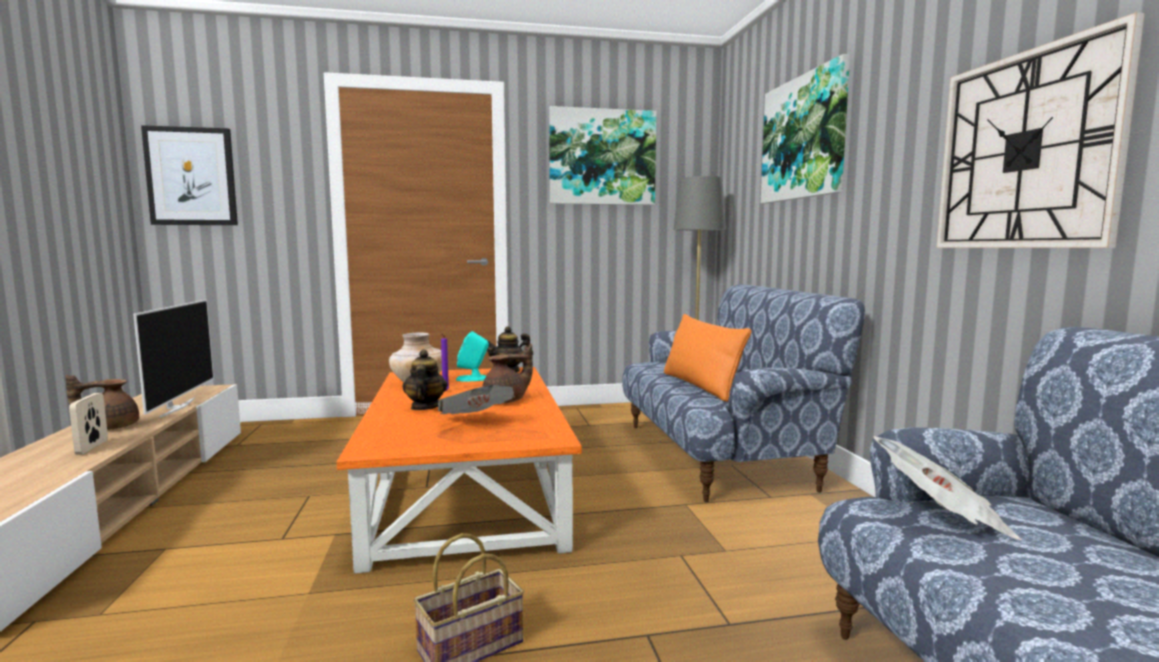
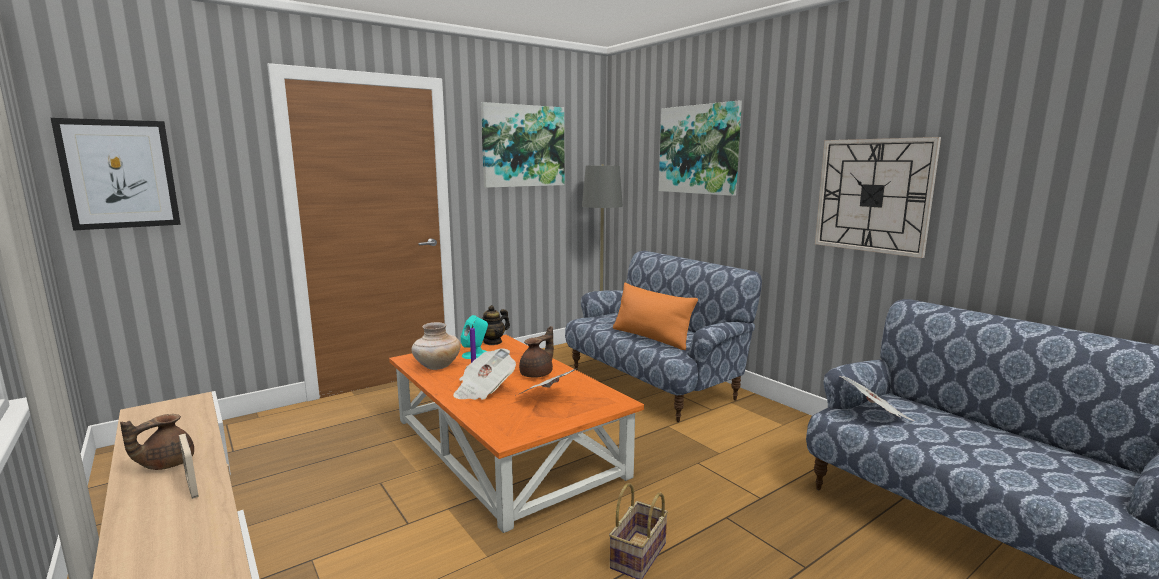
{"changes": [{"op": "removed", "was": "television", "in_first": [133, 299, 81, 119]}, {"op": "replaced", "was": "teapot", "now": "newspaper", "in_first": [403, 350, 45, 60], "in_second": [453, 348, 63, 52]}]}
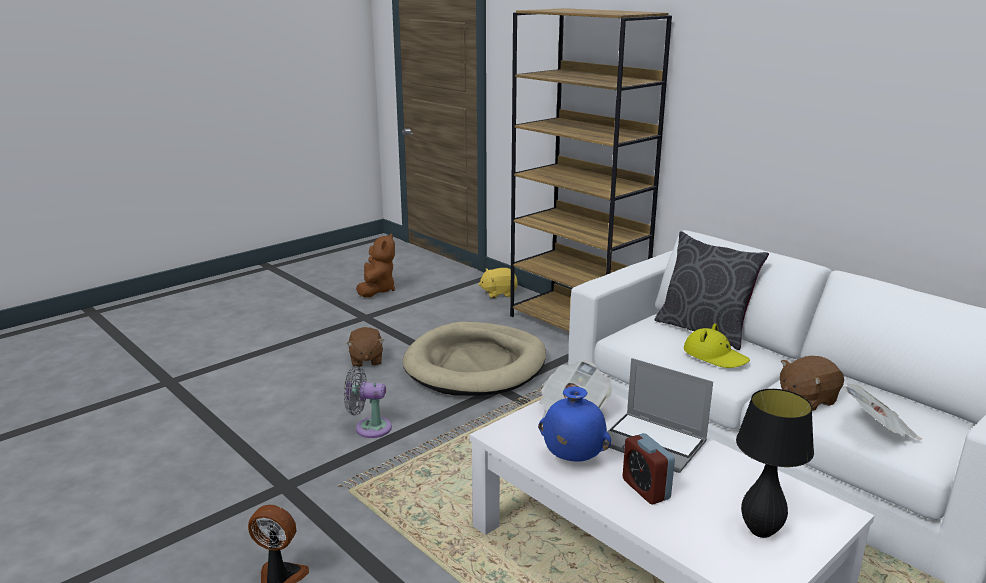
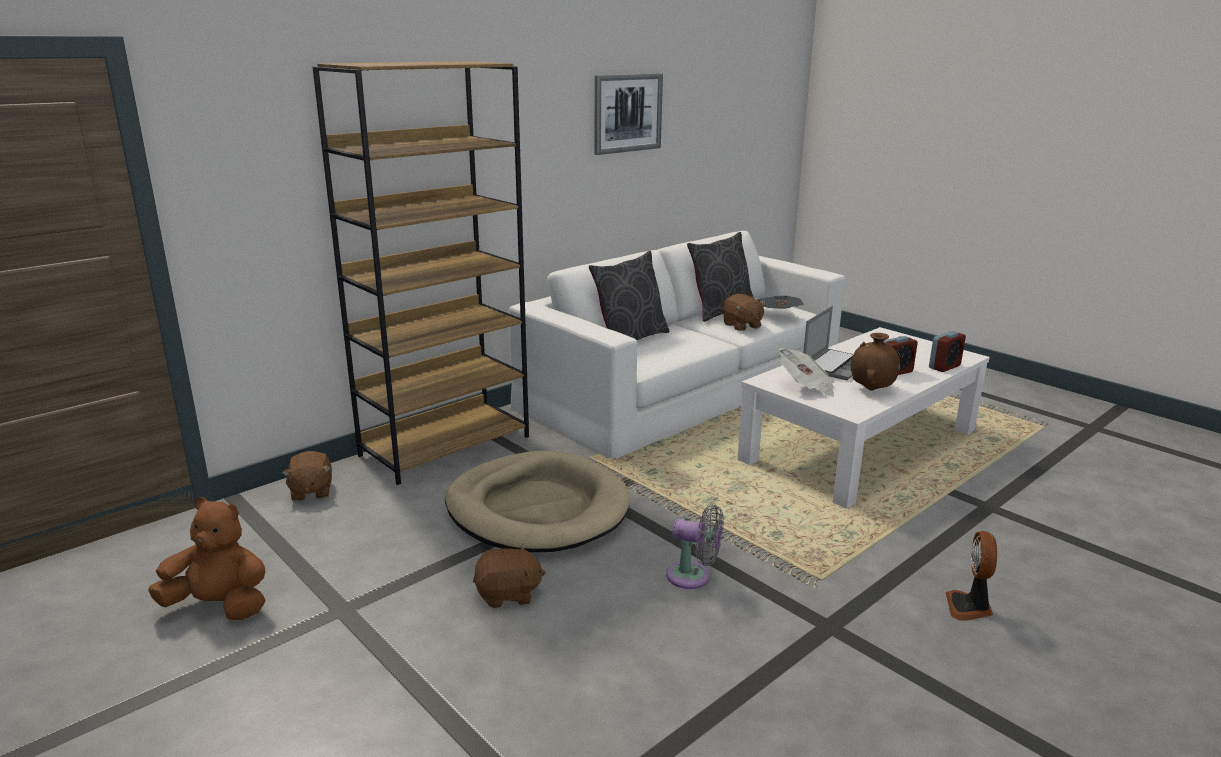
{"changes": [{"op": "removed", "was": "yellow hat", "in_first": [684, 323, 66, 45]}, {"op": "removed", "was": "black table lamp", "in_first": [736, 389, 78, 149]}, {"op": "added", "now": "picture", "in_second": [595, 74, 68, 81]}, {"op": "added", "now": "grey pillow", "in_second": [687, 232, 66, 90]}, {"op": "added", "now": "alarm clock", "in_second": [929, 331, 37, 41]}, {"op": "recoloured", "was": "yellow plush toy", "now": "brown plush toy", "in_first": [478, 268, 39, 30], "in_second": [282, 451, 50, 50]}, {"op": "recoloured", "was": "blue vase", "now": "brown vase", "in_first": [538, 387, 73, 75], "in_second": [851, 333, 49, 58]}, {"op": "turned", "was": "grey fan", "in_first": [344, 366, 48, 72], "in_second": [666, 505, 58, 84], "clockwise": -75}]}
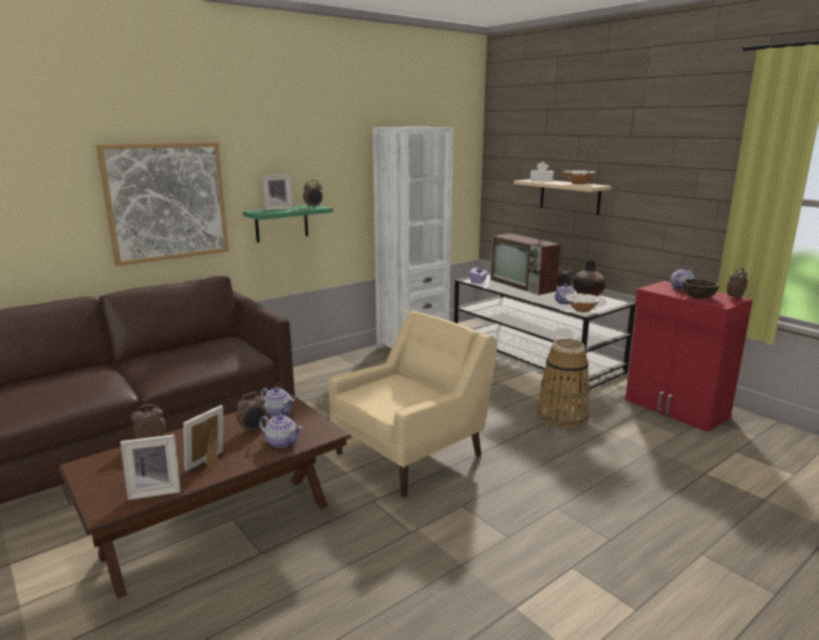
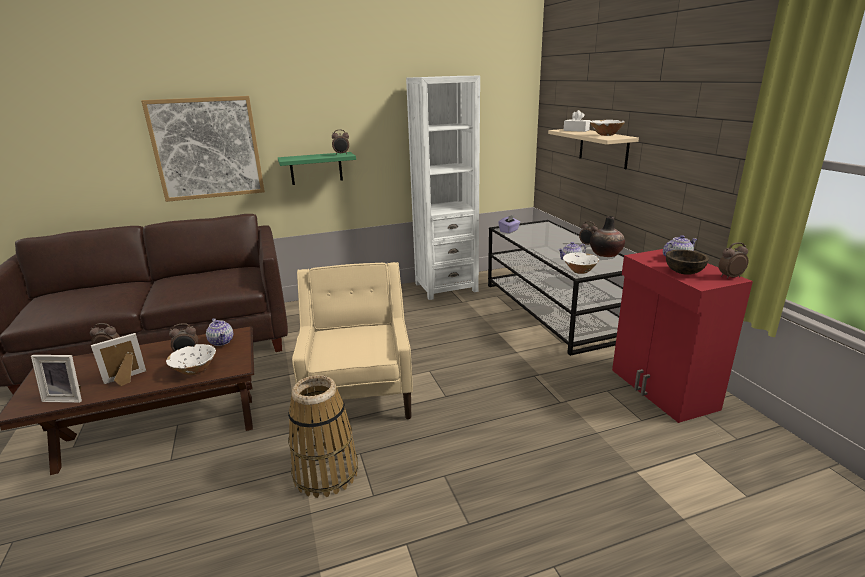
{"changes": [{"op": "removed", "was": "picture frame", "in_first": [262, 174, 31, 36]}, {"op": "removed", "was": "television", "in_first": [490, 233, 71, 62]}, {"op": "moved", "was": "basket", "in_first": [537, 339, 53, 91], "in_second": [288, 375, 70, 123]}, {"op": "replaced", "was": "teapot", "now": "white bowl", "in_first": [259, 415, 43, 33], "in_second": [166, 344, 50, 31]}, {"op": "turned", "was": "beige armchair", "in_first": [329, 311, 168, 186], "in_second": [292, 262, 121, 167], "clockwise": -75}]}
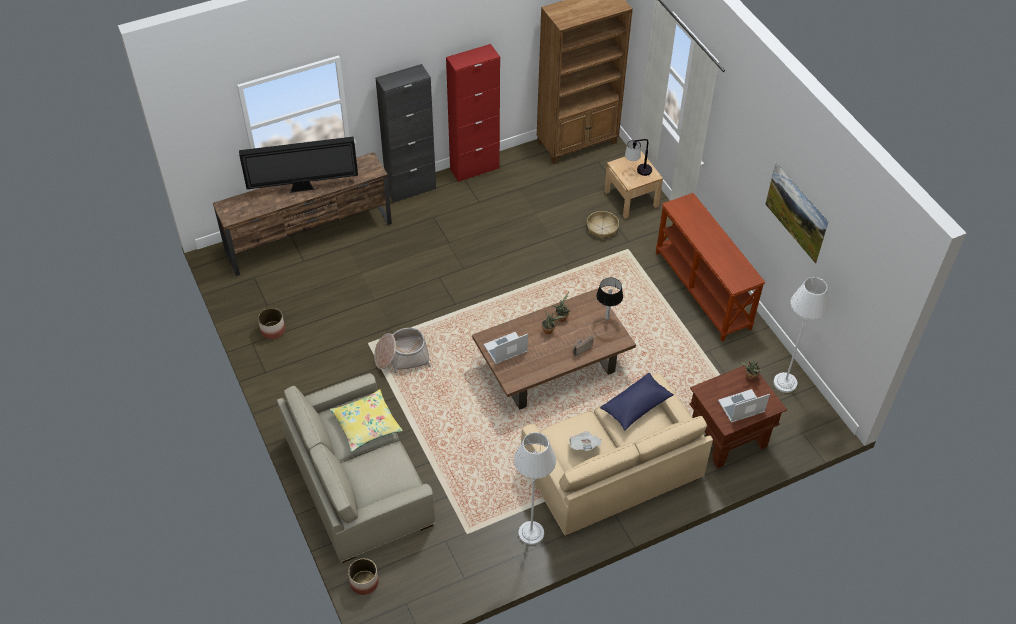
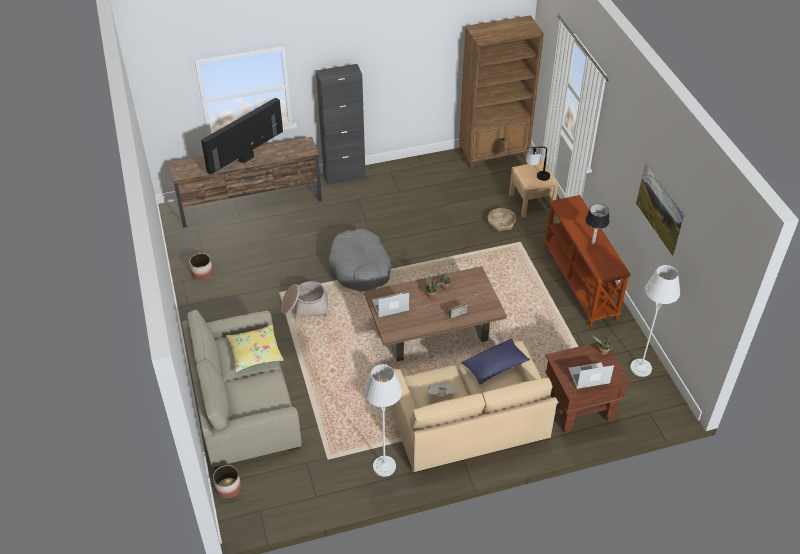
{"changes": [{"op": "removed", "was": "red cabinet", "in_first": [446, 44, 54, 138]}, {"op": "added", "now": "grey dog bed", "in_second": [328, 229, 64, 62]}, {"op": "moved", "was": "table lamp", "in_first": [596, 277, 27, 43], "in_second": [585, 204, 24, 40]}, {"op": "turned", "was": "television", "in_first": [239, 137, 119, 56], "in_second": [201, 98, 82, 77], "clockwise": 135}]}
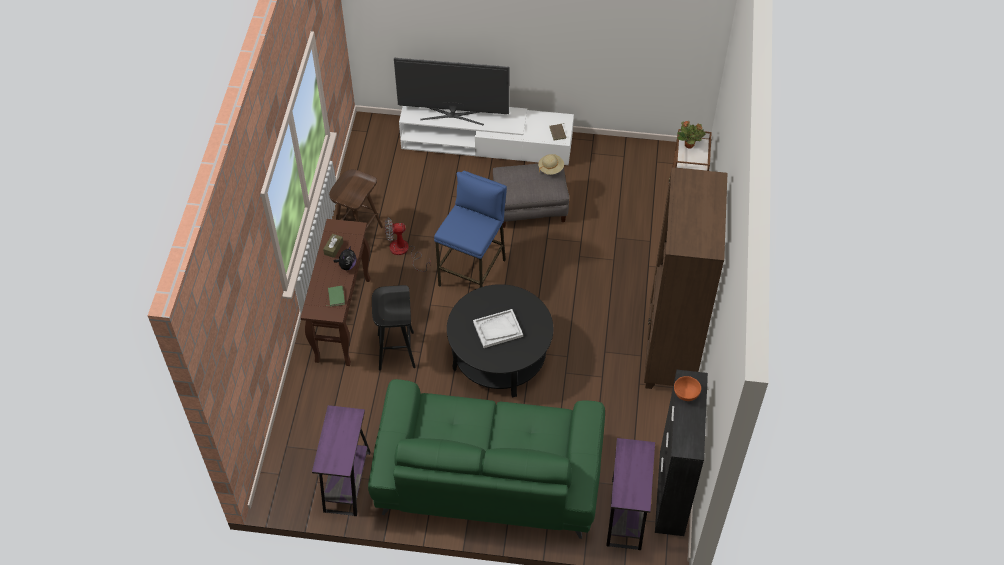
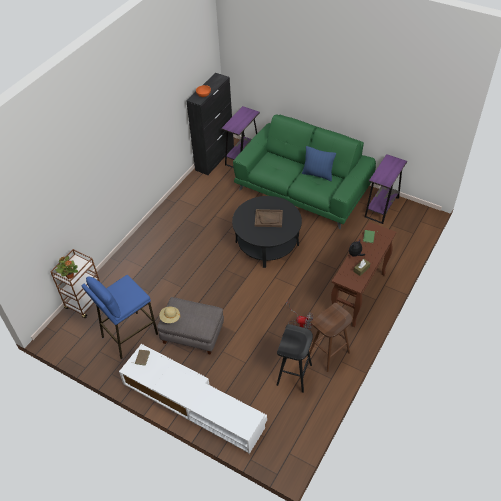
{"changes": [{"op": "removed", "was": "television", "in_first": [394, 58, 115, 67]}, {"op": "removed", "was": "brown bookcase", "in_first": [644, 168, 83, 221]}, {"op": "added", "now": "blue pillow", "in_second": [302, 146, 34, 35]}, {"op": "moved", "was": "black stool", "in_first": [372, 285, 43, 85], "in_second": [277, 324, 36, 69]}, {"op": "moved", "was": "blue stool", "in_first": [434, 171, 73, 116], "in_second": [82, 275, 76, 84]}, {"op": "recoloured", "was": "white tray", "now": "brown tray", "in_first": [473, 309, 50, 39], "in_second": [255, 209, 28, 18]}]}
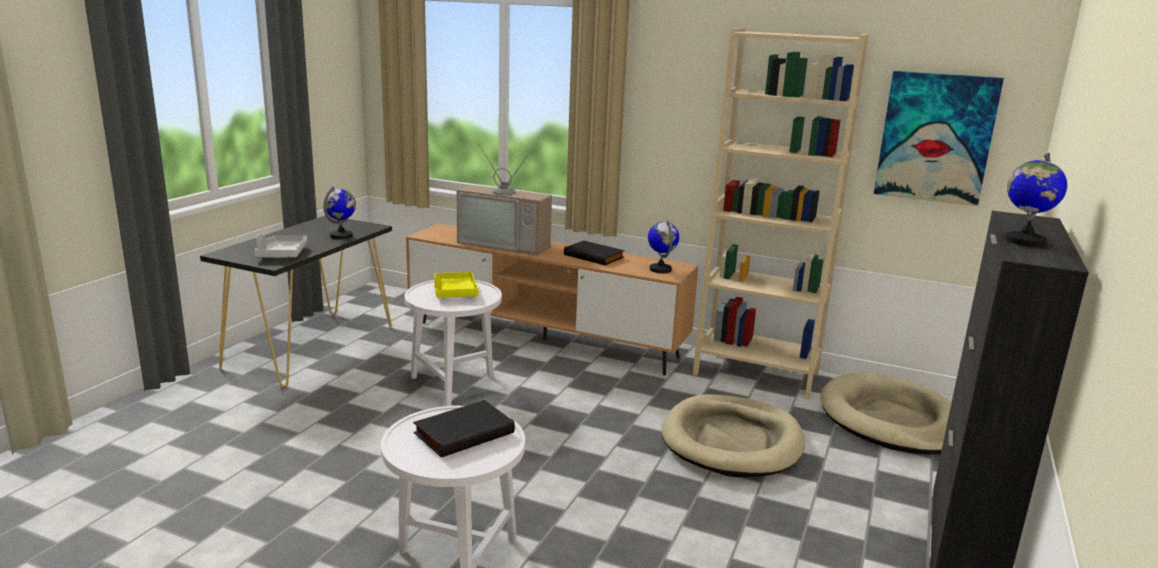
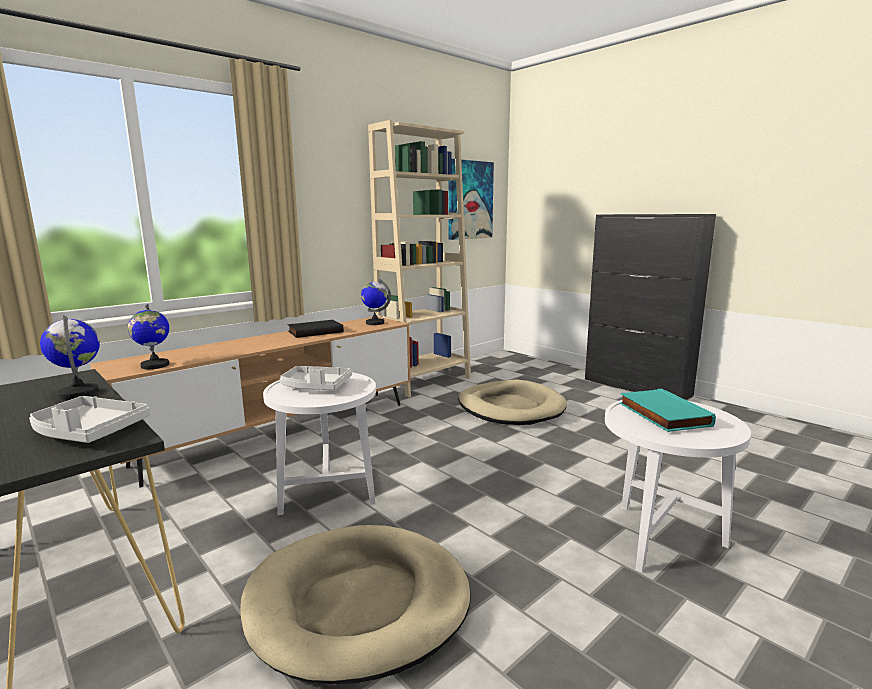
{"changes": [{"op": "removed", "was": "television", "in_first": [457, 145, 95, 111]}, {"op": "moved", "was": "beige dog bed", "in_first": [821, 373, 131, 82], "in_second": [240, 525, 231, 159]}, {"op": "moved", "was": "globe", "in_first": [1006, 153, 61, 94], "in_second": [128, 304, 41, 65]}, {"op": "recoloured", "was": "black book", "now": "turquoise book", "in_first": [413, 400, 102, 57], "in_second": [619, 388, 97, 44]}, {"op": "recoloured", "was": "yellow tray", "now": "grey tray", "in_first": [434, 272, 45, 25], "in_second": [280, 366, 71, 24]}]}
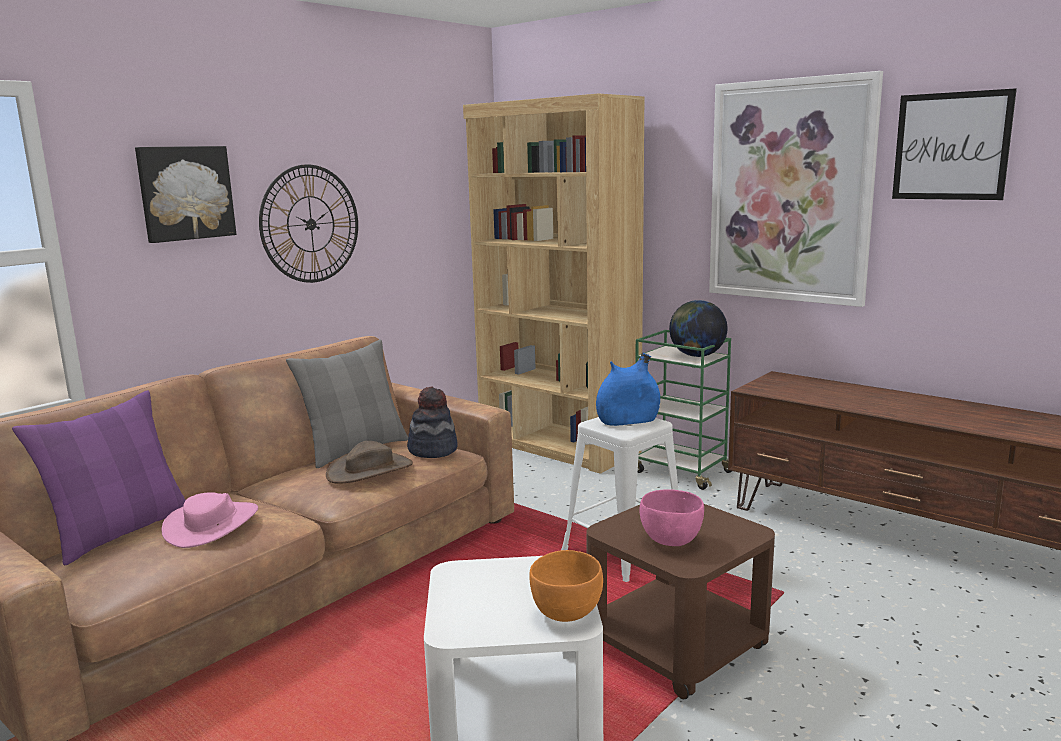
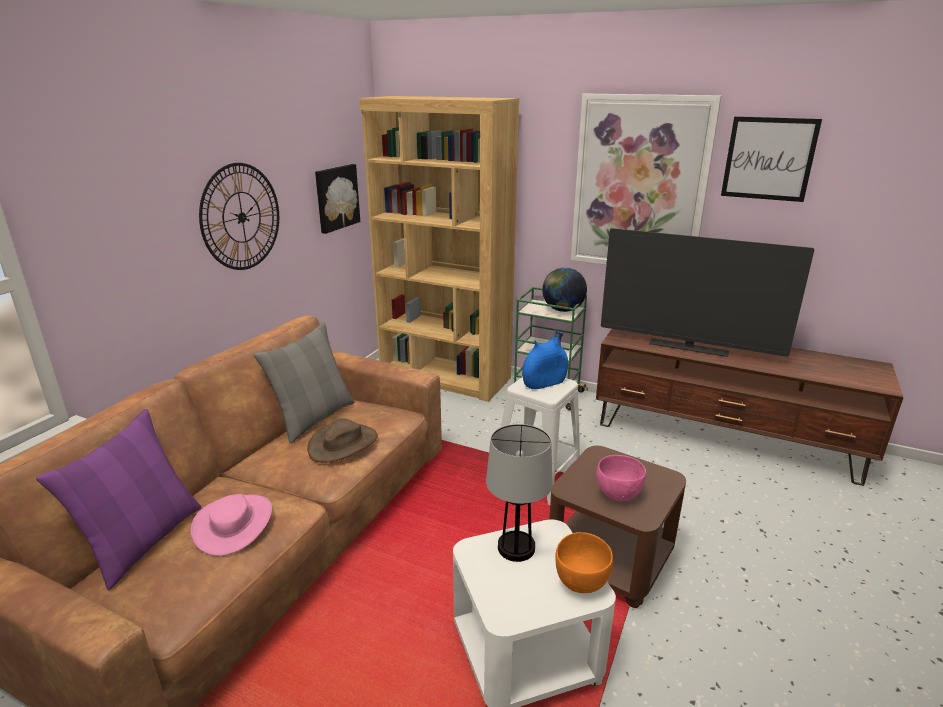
{"changes": [{"op": "removed", "was": "hat", "in_first": [407, 387, 51, 71]}, {"op": "added", "now": "table lamp", "in_second": [486, 424, 67, 138]}, {"op": "added", "now": "television", "in_second": [601, 228, 213, 129]}, {"op": "moved", "was": "picture", "in_first": [135, 146, 101, 97], "in_second": [315, 164, 45, 70]}]}
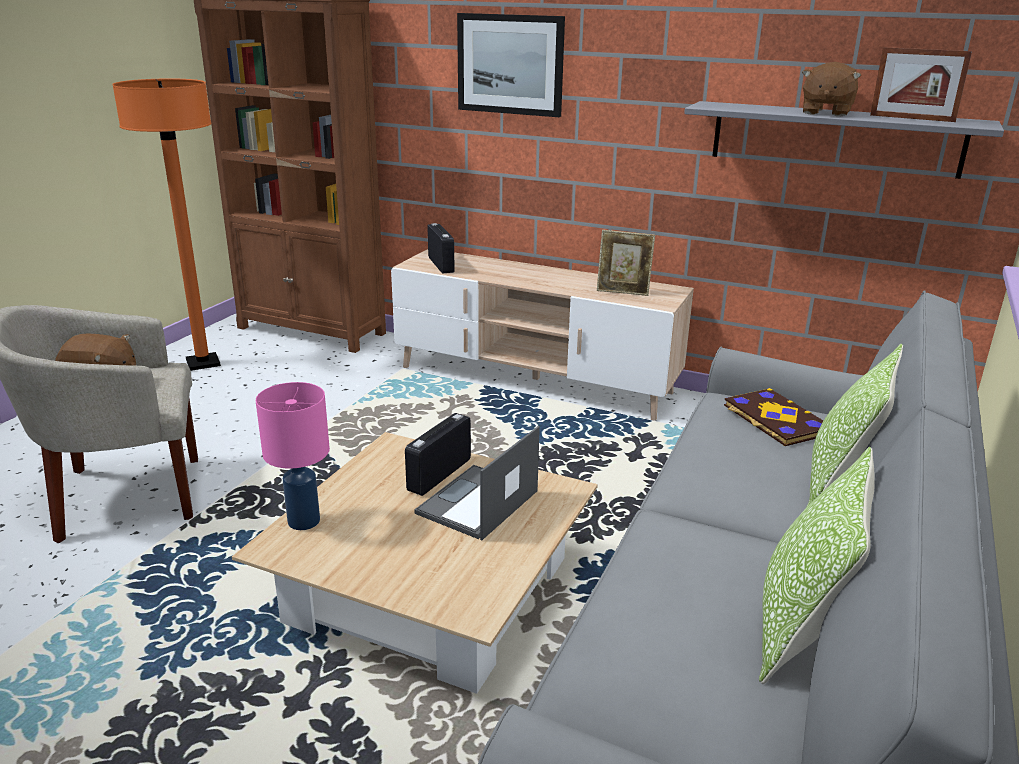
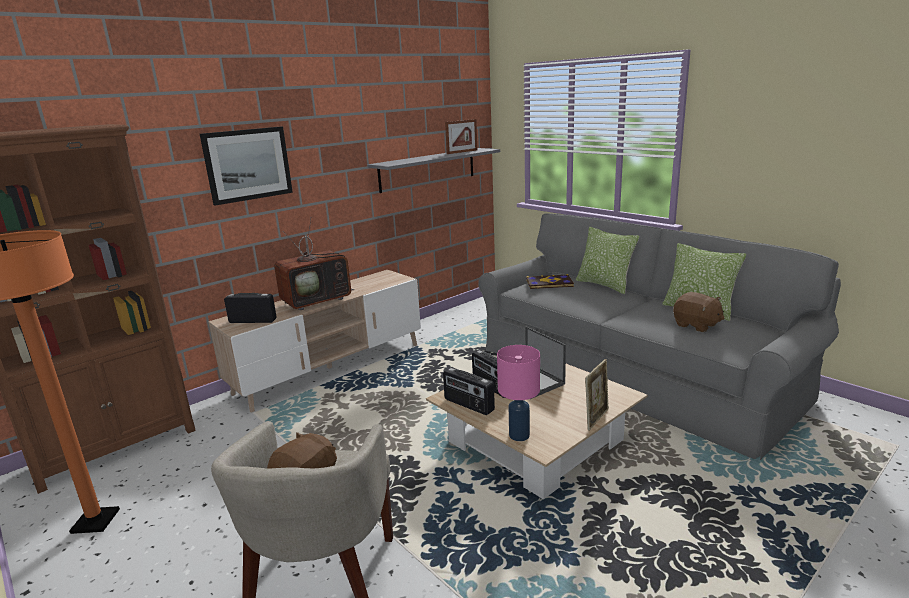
{"changes": [{"op": "added", "now": "television", "in_second": [274, 217, 80, 93]}, {"op": "added", "now": "radio", "in_second": [443, 367, 52, 48]}, {"op": "moved", "was": "picture frame", "in_first": [597, 230, 58, 66], "in_second": [585, 359, 24, 72]}, {"op": "moved", "was": "brown plush toy", "in_first": [802, 62, 59, 54], "in_second": [673, 292, 51, 40]}]}
